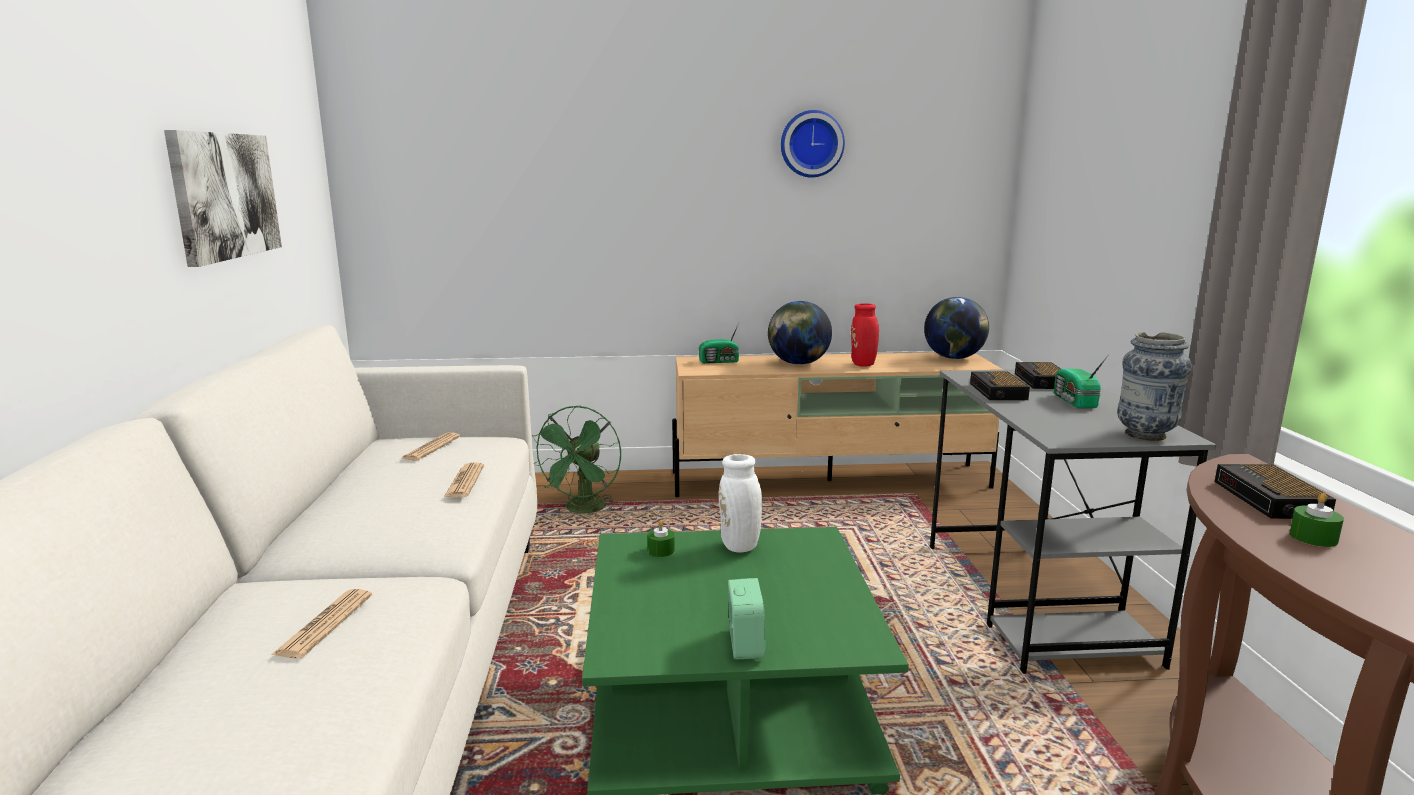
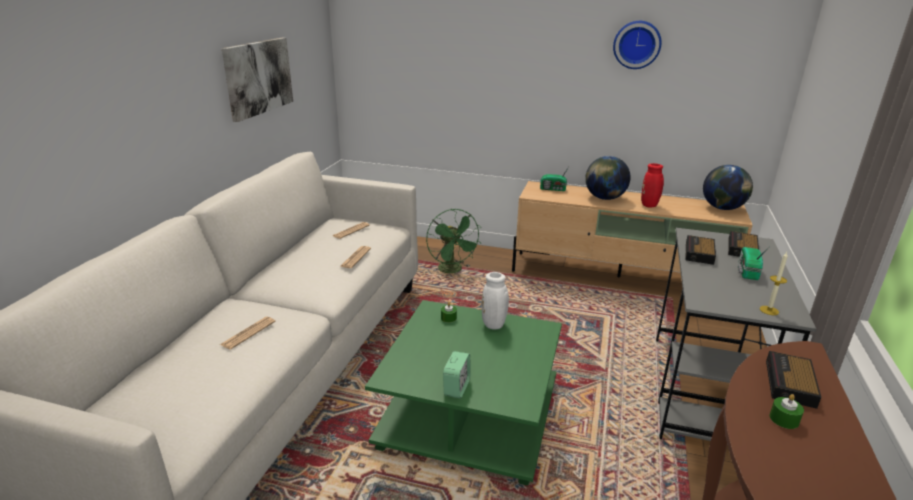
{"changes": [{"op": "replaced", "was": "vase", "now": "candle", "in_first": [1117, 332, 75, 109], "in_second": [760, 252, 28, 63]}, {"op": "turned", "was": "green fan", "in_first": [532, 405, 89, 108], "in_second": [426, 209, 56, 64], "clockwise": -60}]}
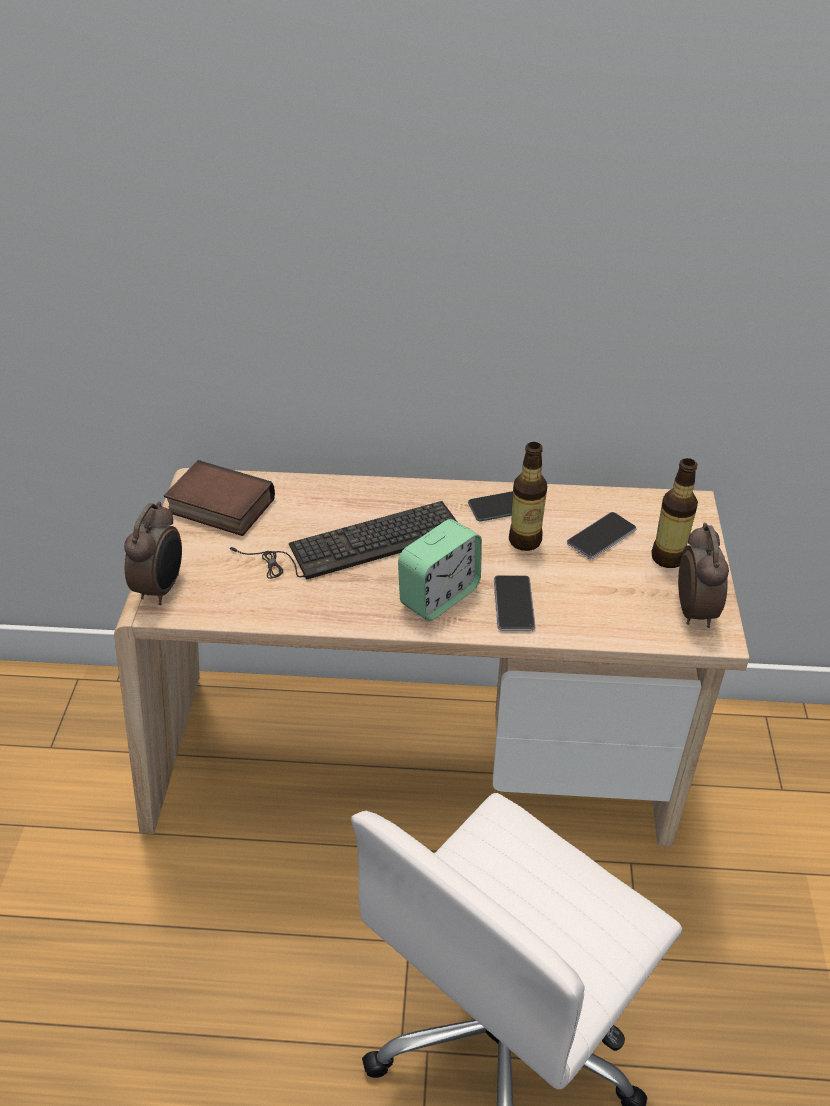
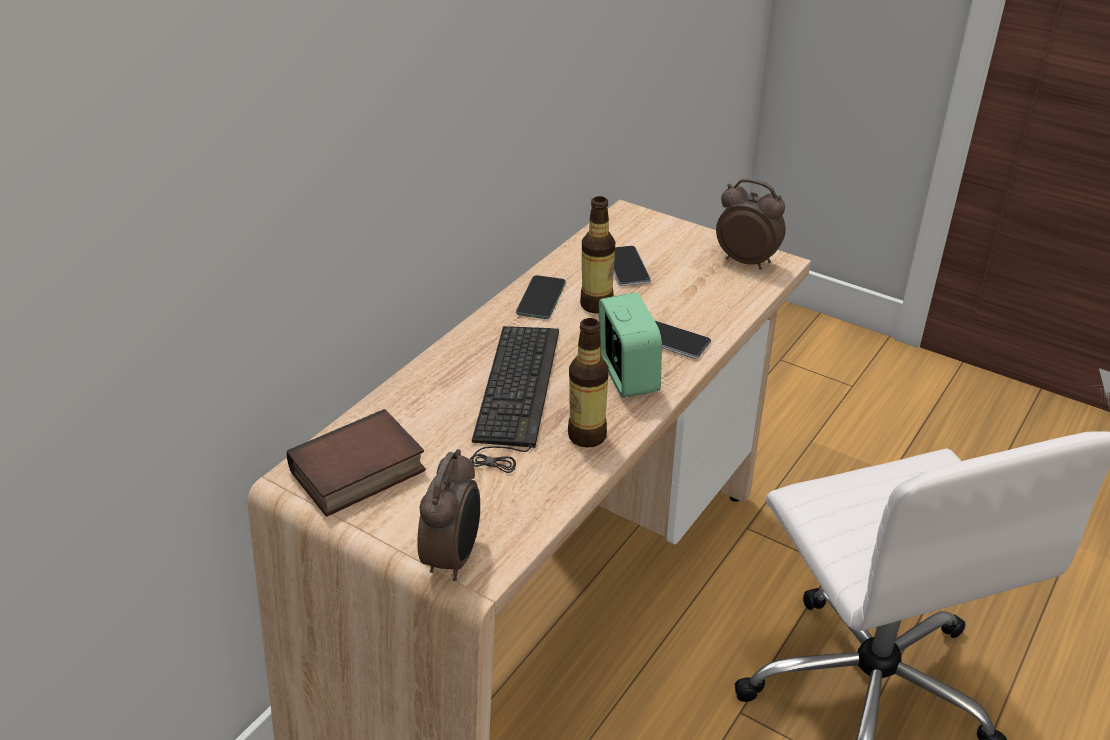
{"changes": [{"op": "moved", "was": "bottle", "in_first": [652, 458, 46, 110], "in_second": [568, 318, 41, 130]}, {"op": "turned", "was": "alarm clock", "in_first": [124, 502, 58, 103], "in_second": [417, 449, 63, 132], "clockwise": 60}]}
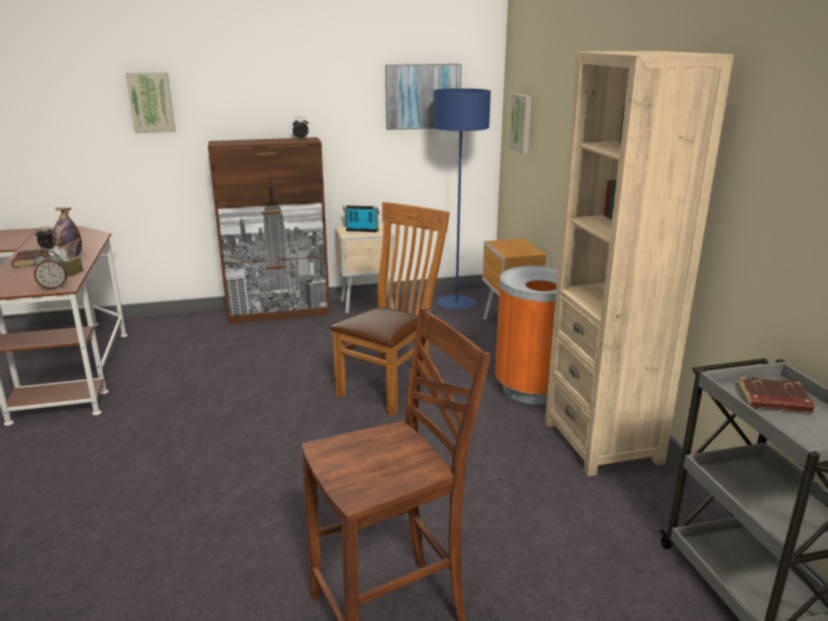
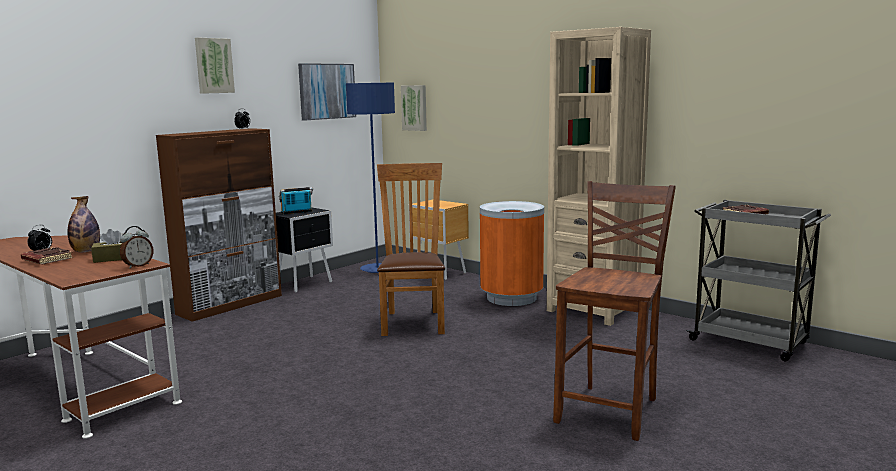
{"changes": [{"op": "moved", "was": "picture", "in_first": [125, 72, 50, 61], "in_second": [195, 37, 40, 57]}, {"op": "recoloured", "was": "beige nightstand", "now": "black nightstand", "in_first": [336, 225, 60, 89], "in_second": [276, 207, 57, 85]}]}
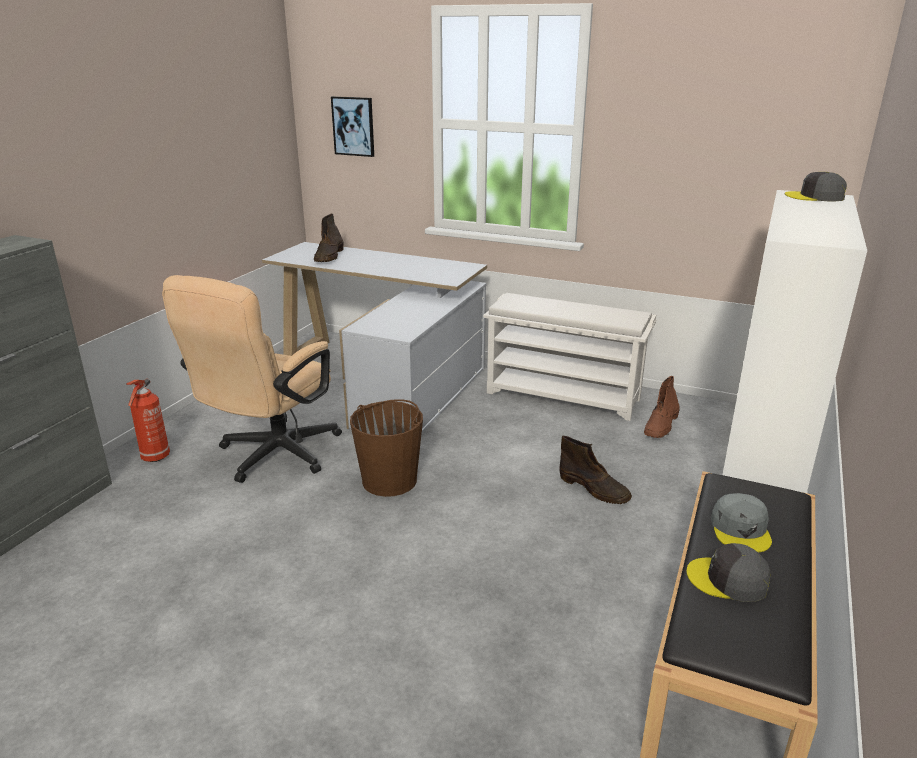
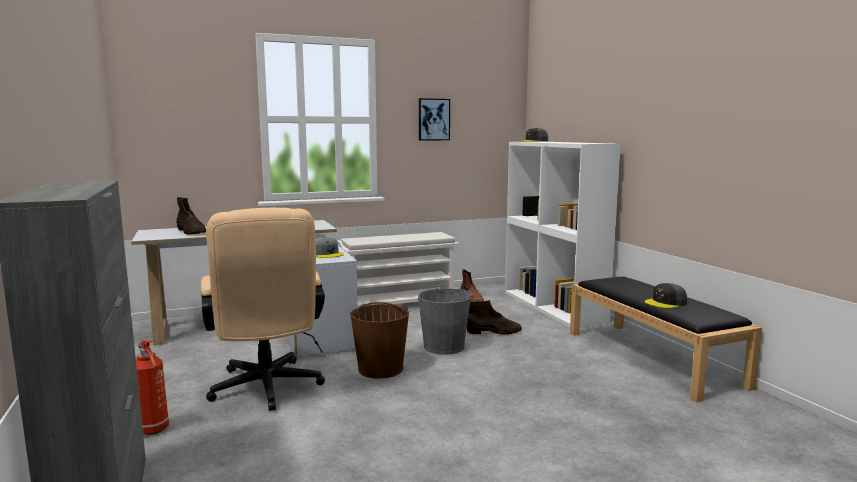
{"changes": [{"op": "added", "now": "grey bucket", "in_second": [418, 285, 55, 70]}, {"op": "moved", "was": "picture", "in_first": [331, 96, 43, 61], "in_second": [419, 98, 31, 42]}, {"op": "moved", "was": "grey cap", "in_first": [711, 493, 61, 60], "in_second": [316, 237, 28, 21]}]}
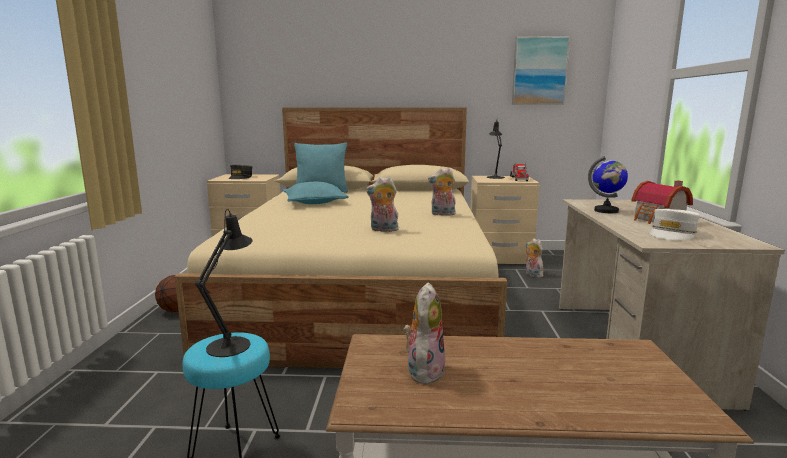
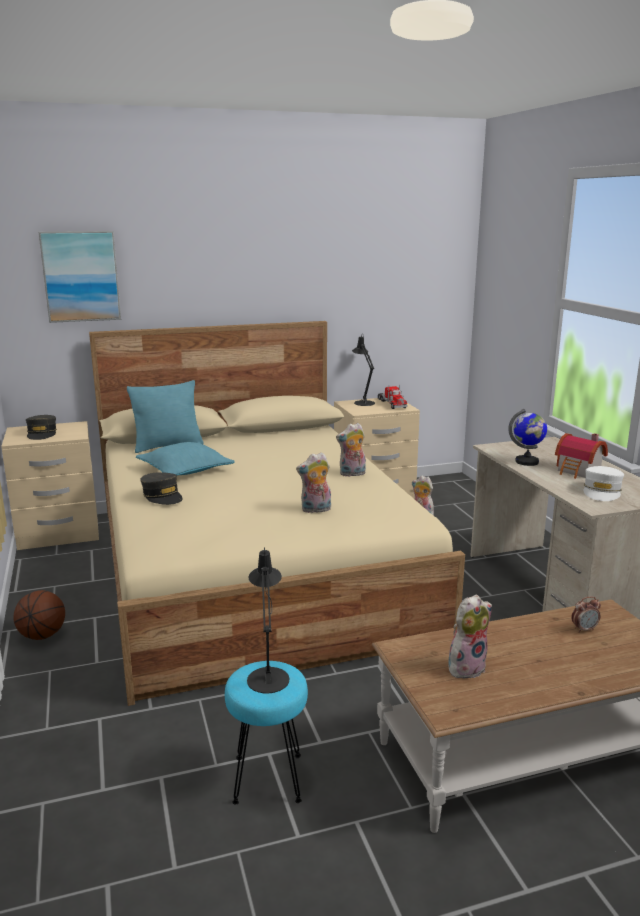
{"changes": [{"op": "added", "now": "grey cap", "in_second": [140, 472, 43, 33]}, {"op": "added", "now": "alarm clock", "in_second": [571, 596, 30, 37]}, {"op": "moved", "was": "picture", "in_first": [512, 36, 58, 69], "in_second": [39, 231, 82, 92]}, {"op": "turned", "was": "plush toy", "in_first": [403, 282, 42, 102], "in_second": [448, 595, 44, 86], "clockwise": 60}]}
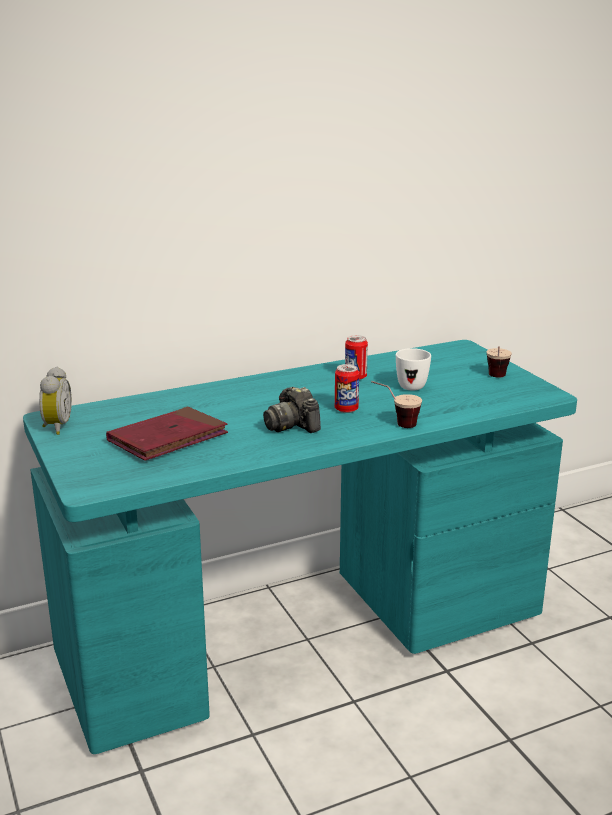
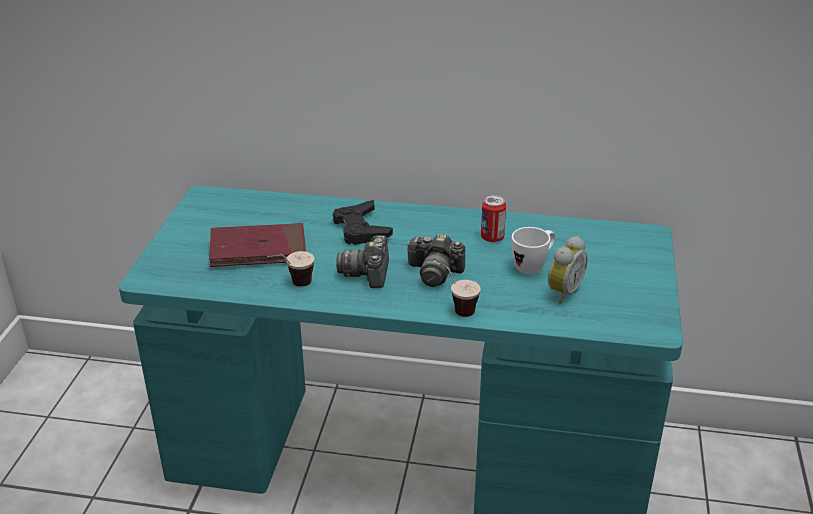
{"changes": [{"op": "added", "now": "black game controller", "in_second": [333, 200, 60, 45]}, {"op": "moved", "was": "alarm clock", "in_first": [39, 367, 33, 68], "in_second": [548, 236, 40, 68]}, {"op": "moved", "was": "cup", "in_first": [487, 346, 25, 32], "in_second": [267, 251, 47, 36]}, {"op": "replaced", "was": "can", "now": "photo camera", "in_first": [335, 364, 24, 49], "in_second": [406, 233, 59, 54]}]}
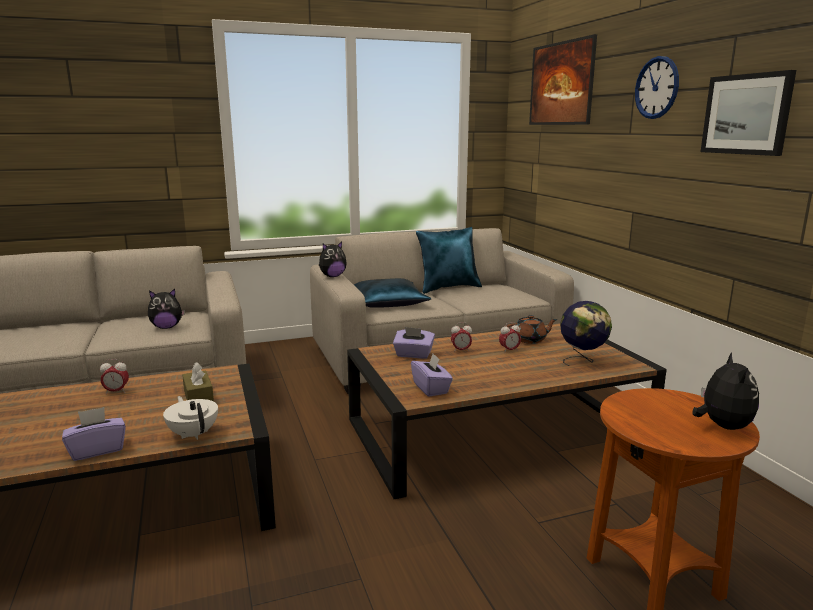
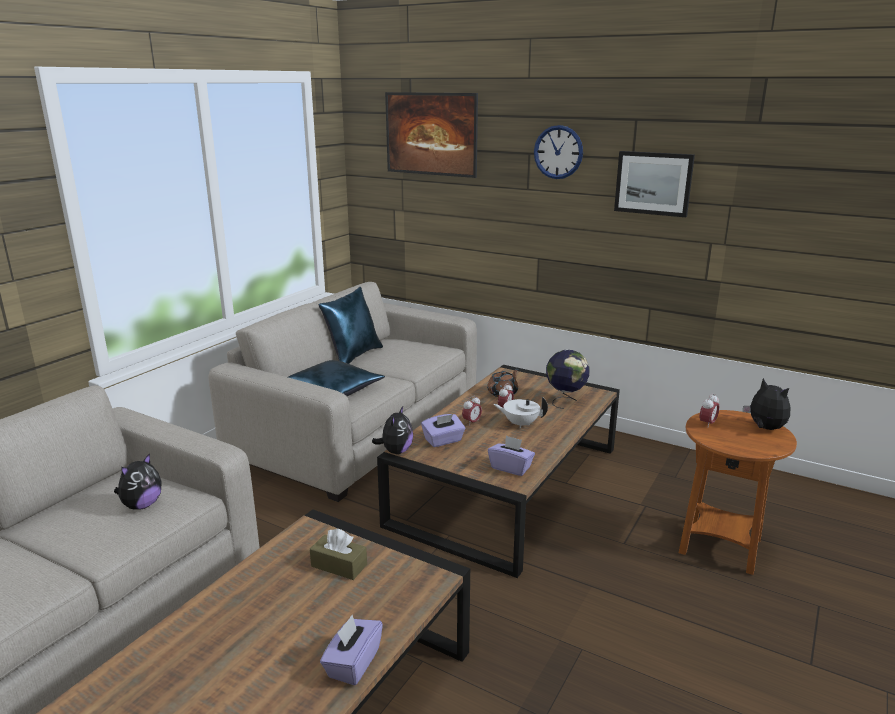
{"changes": [{"op": "moved", "was": "alarm clock", "in_first": [100, 359, 29, 35], "in_second": [700, 393, 19, 35]}, {"op": "moved", "was": "white teapot", "in_first": [163, 396, 55, 44], "in_second": [493, 397, 55, 31]}, {"op": "moved", "was": "plush toy", "in_first": [319, 242, 28, 35], "in_second": [372, 406, 41, 48]}]}
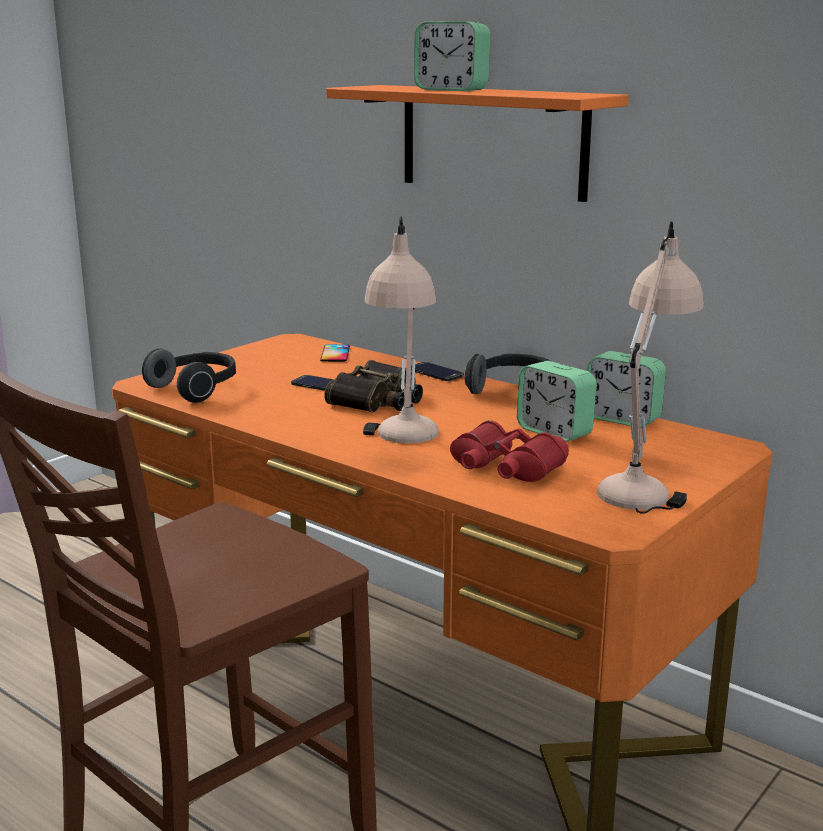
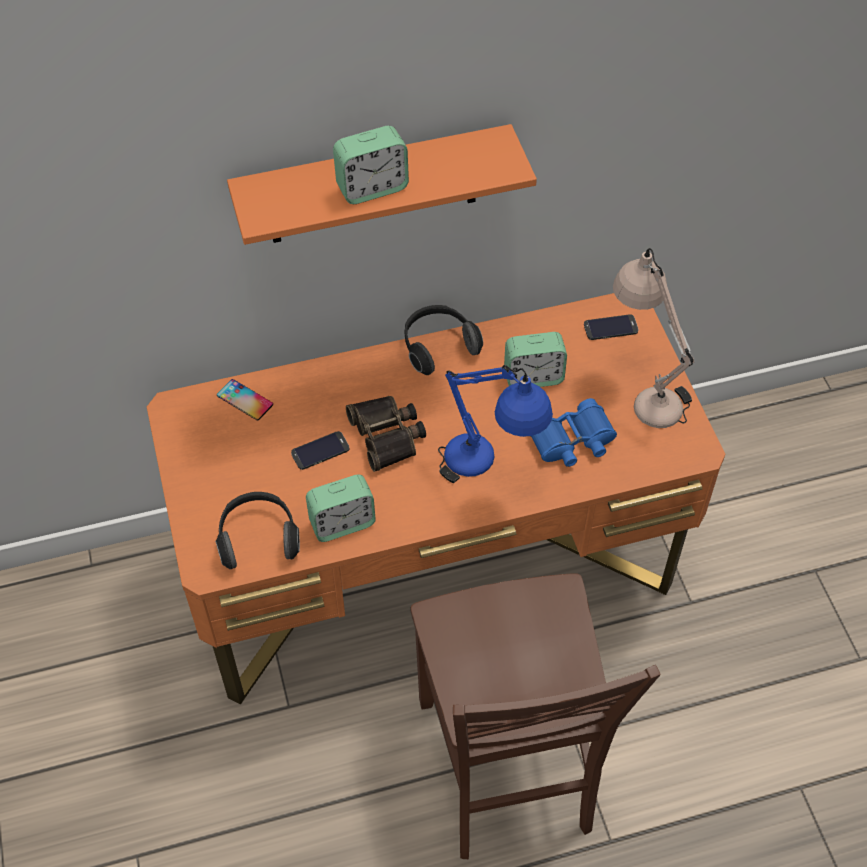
{"changes": [{"op": "moved", "was": "phone", "in_first": [411, 362, 53, 19], "in_second": [584, 314, 54, 26]}, {"op": "moved", "was": "alarm clock", "in_first": [587, 351, 79, 77], "in_second": [306, 474, 70, 68]}, {"op": "recoloured", "was": "beige table lamp", "now": "blue table lamp", "in_first": [363, 216, 76, 228], "in_second": [438, 365, 115, 118]}, {"op": "recoloured", "was": "red binoculars", "now": "blue binoculars", "in_first": [450, 420, 119, 62], "in_second": [531, 398, 86, 69]}]}
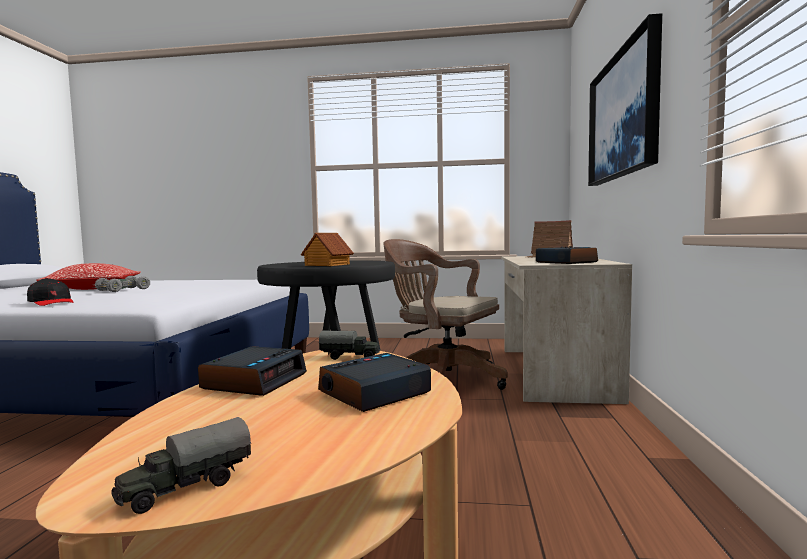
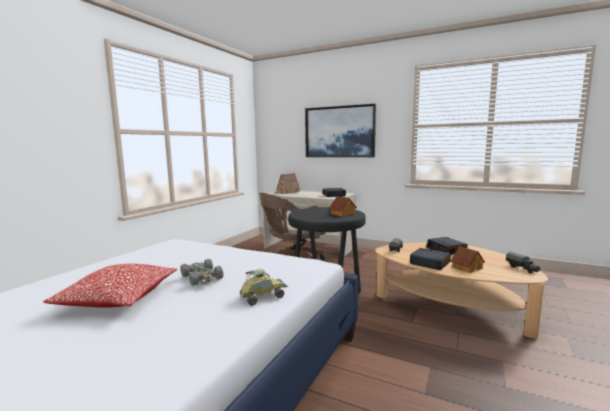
{"changes": [{"op": "added", "now": "toy house", "in_second": [451, 246, 34, 27]}, {"op": "replaced", "was": "black cap", "now": "toy car", "in_first": [27, 278, 46, 28], "in_second": [240, 269, 48, 37]}]}
